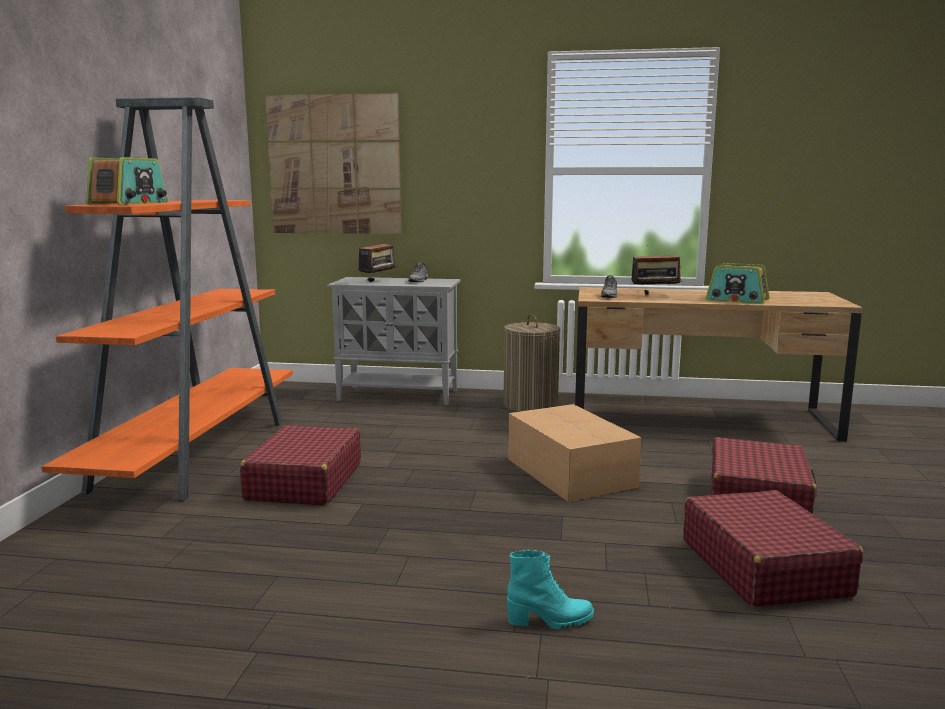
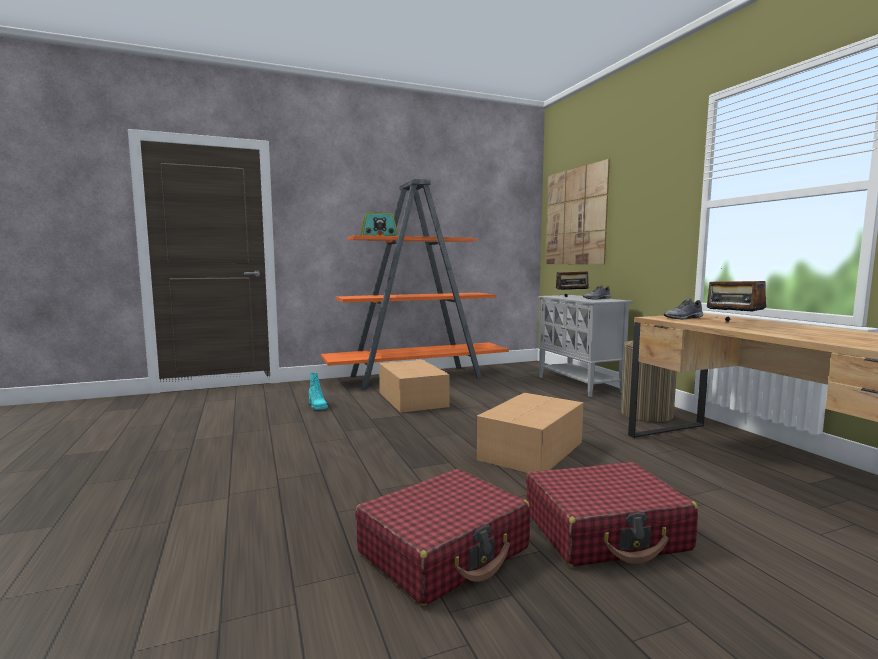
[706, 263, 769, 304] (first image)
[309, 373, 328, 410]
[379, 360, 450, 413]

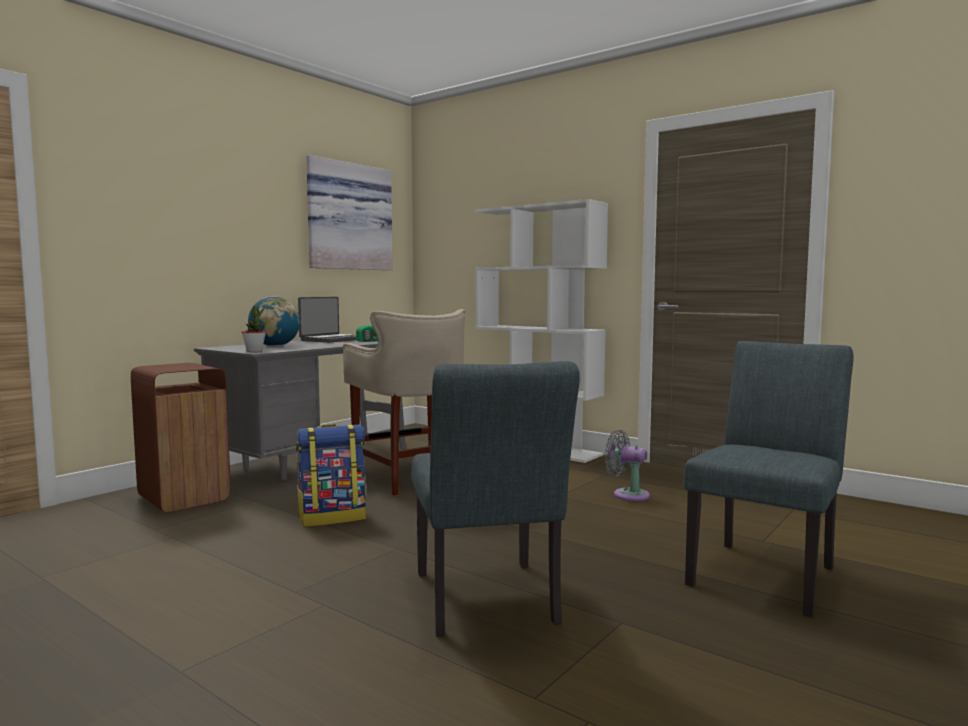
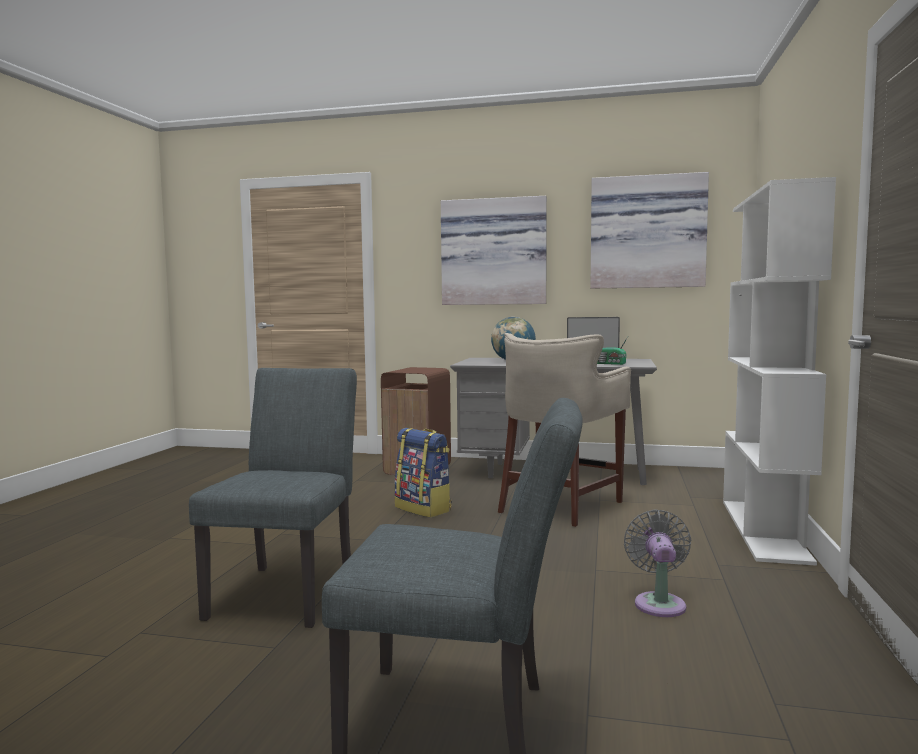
[242, 306, 266, 352] (first image)
[441, 196, 547, 305]
[189, 368, 357, 628]

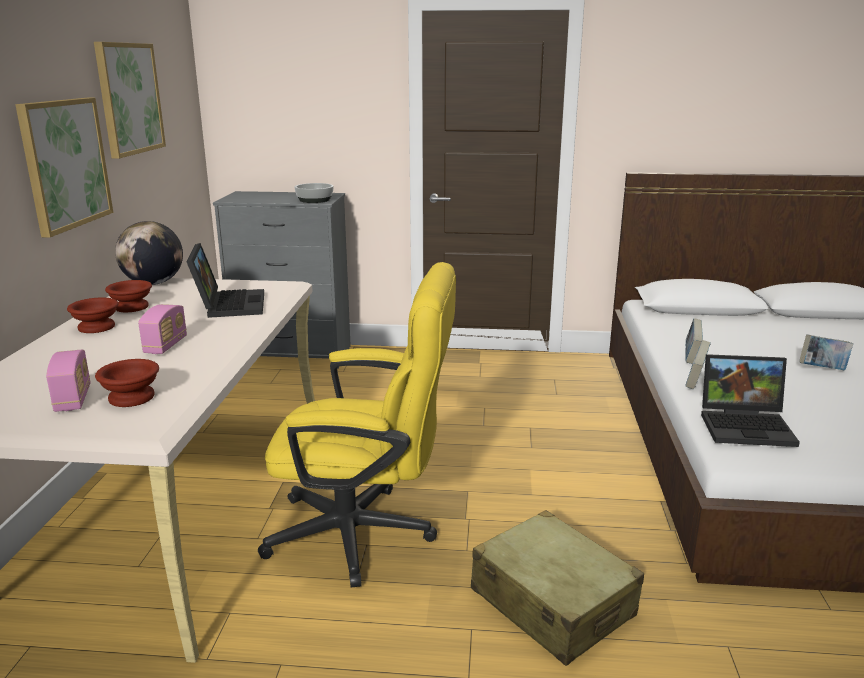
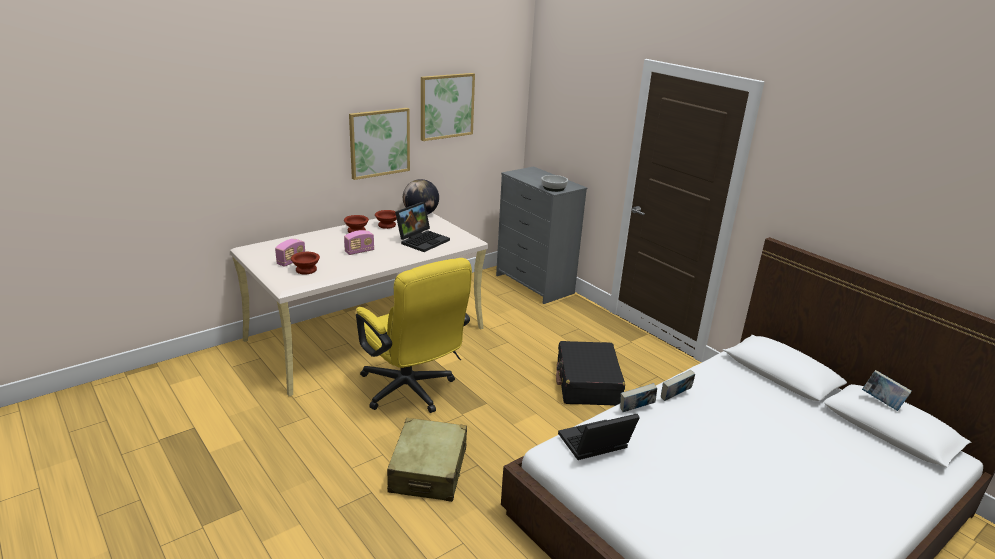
[556, 341, 625, 406]
[862, 370, 912, 411]
[558, 414, 640, 460]

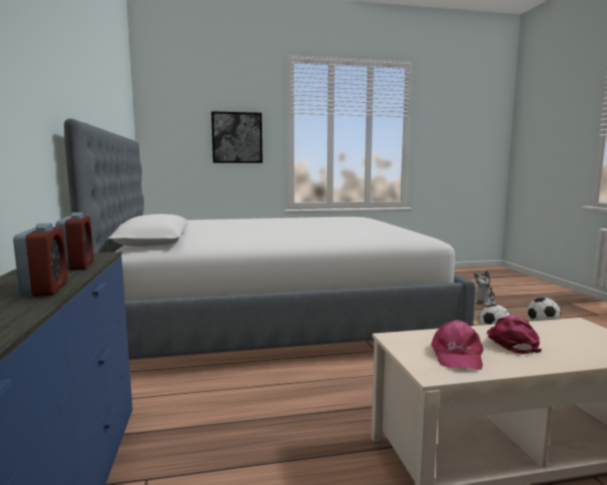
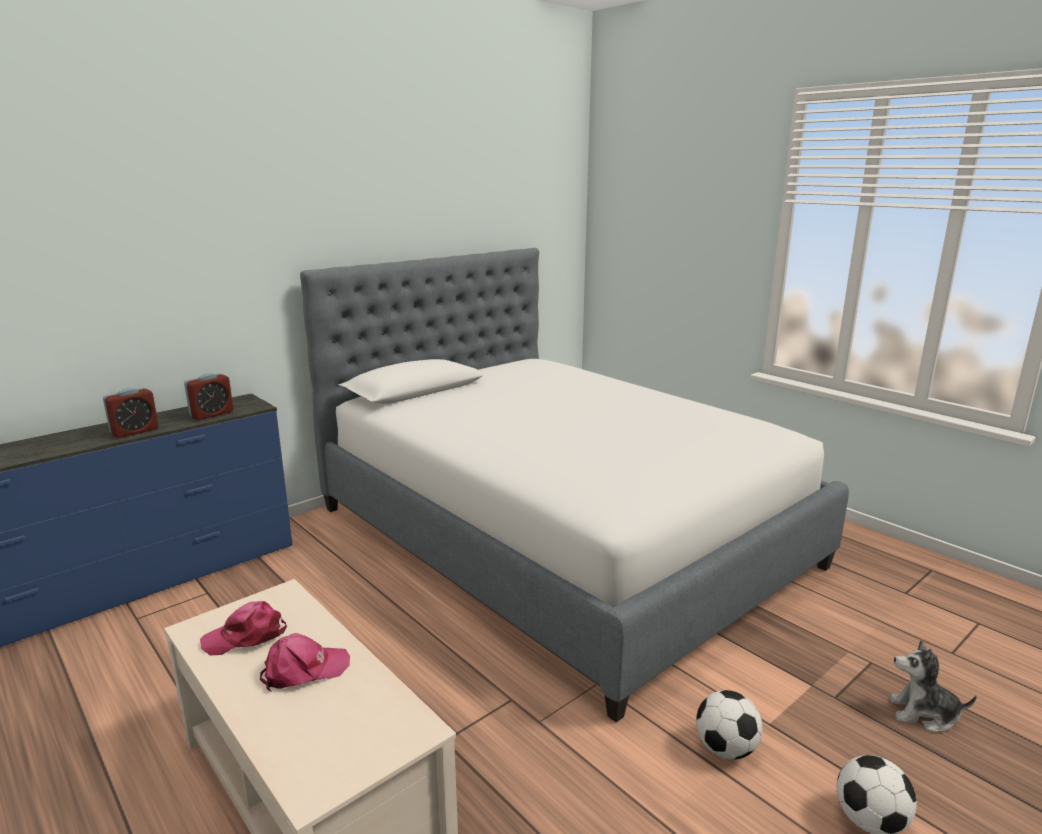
[211, 111, 263, 163] (first image)

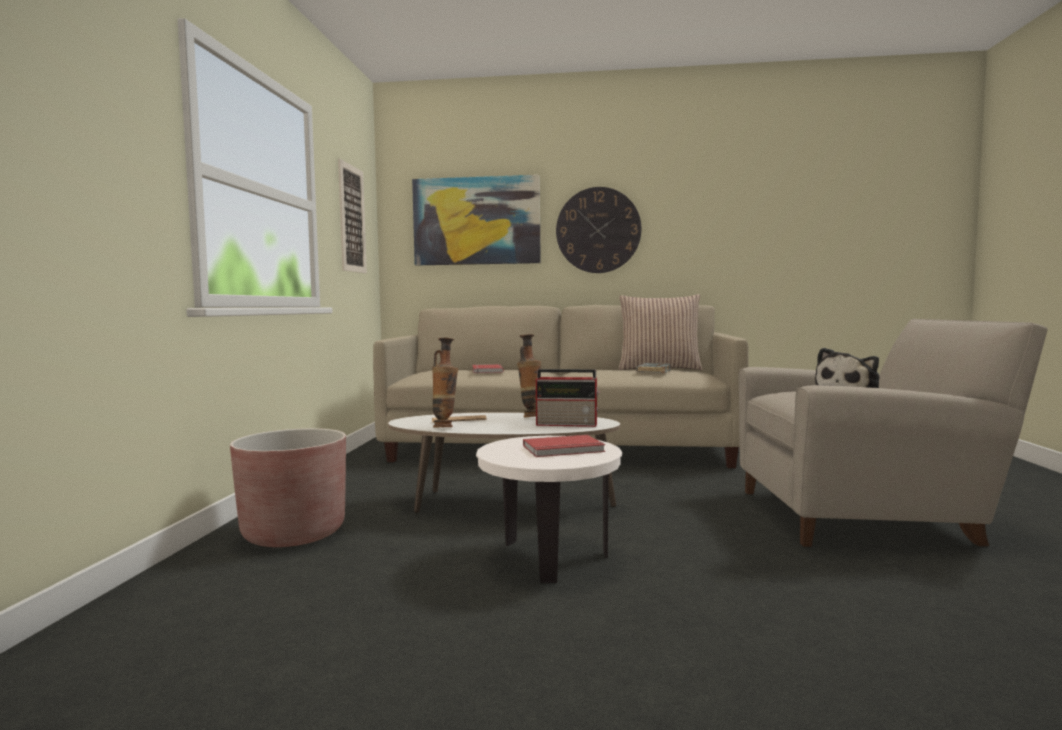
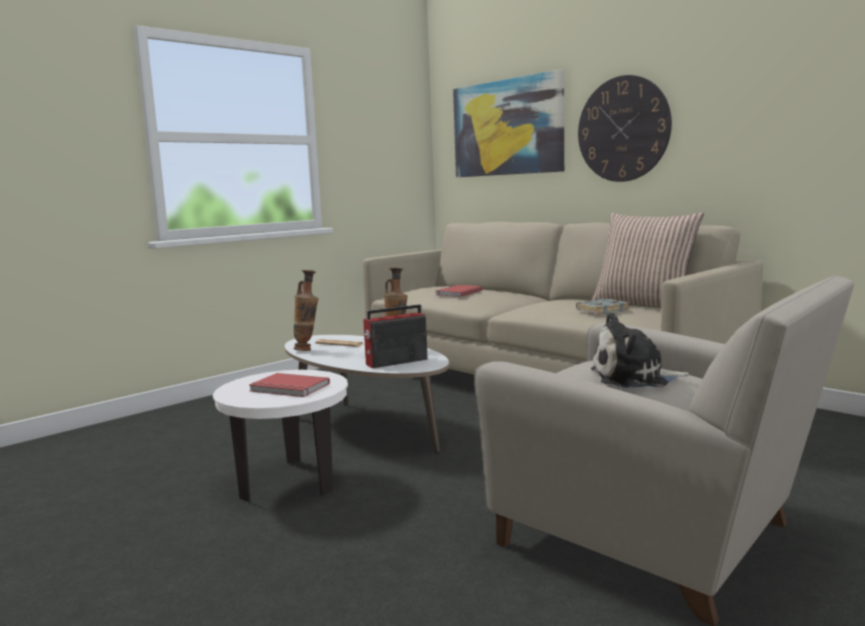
[230, 428, 346, 547] (first image)
[338, 159, 367, 273] (first image)
[363, 305, 428, 368]

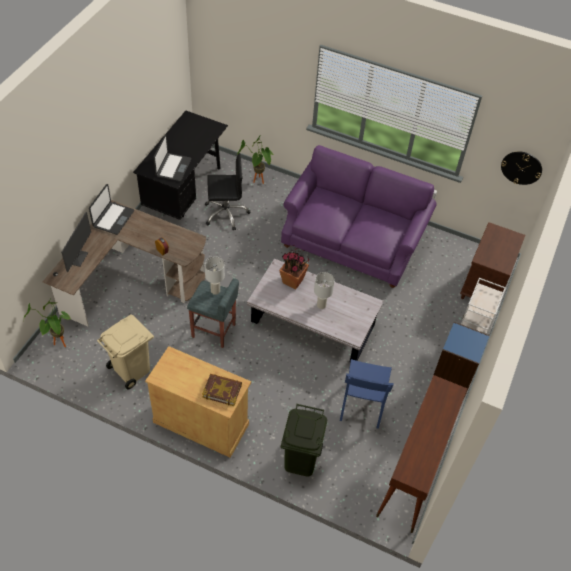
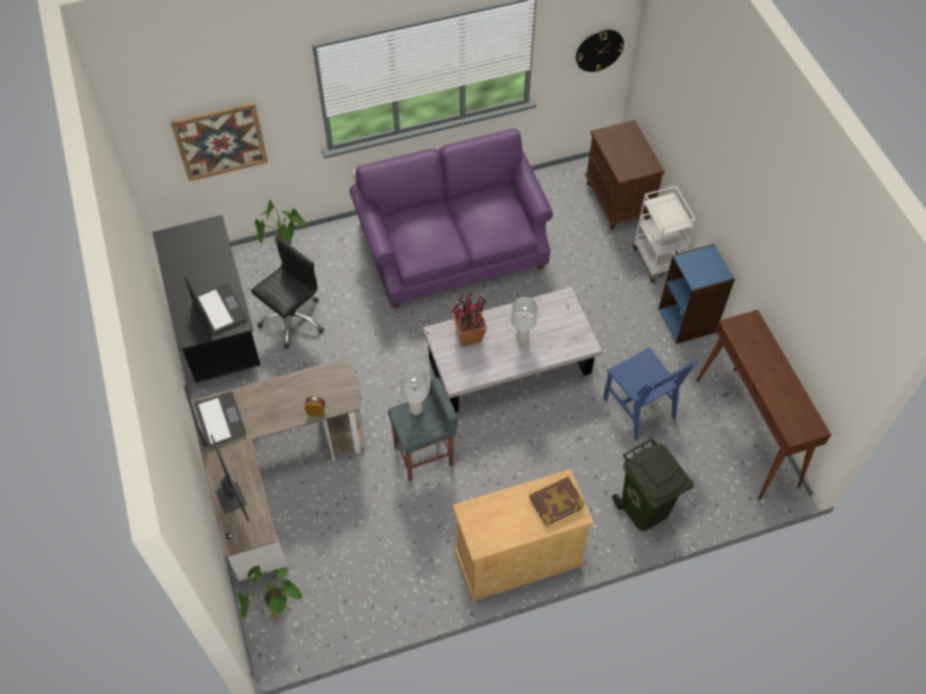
[97, 314, 154, 389] (first image)
[170, 102, 268, 181]

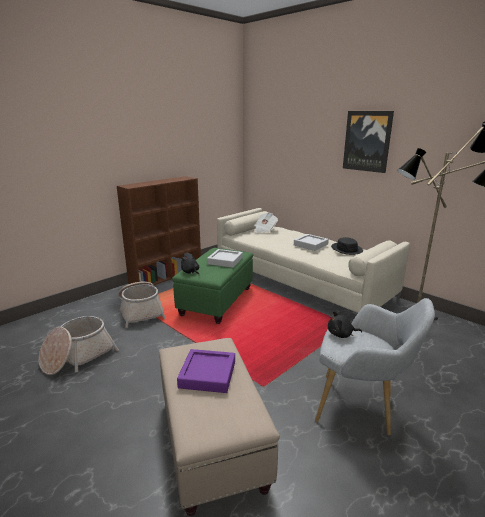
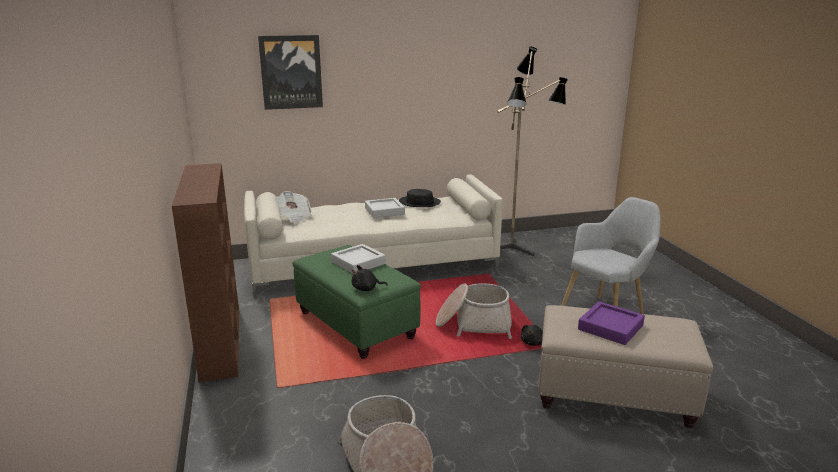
[436, 283, 512, 339]
[521, 325, 543, 346]
[258, 35, 323, 110]

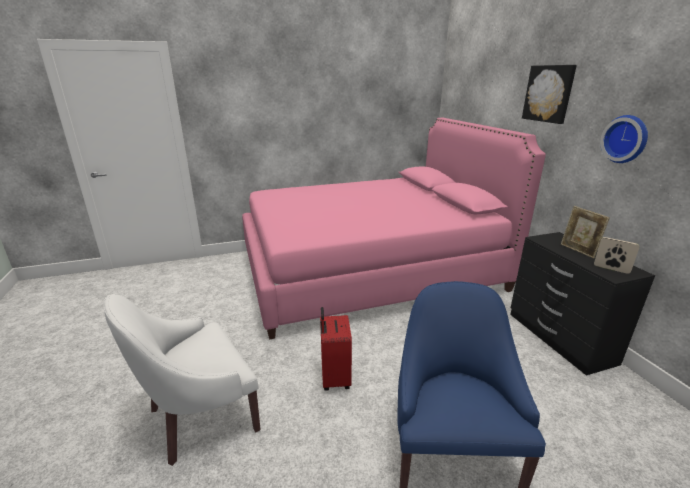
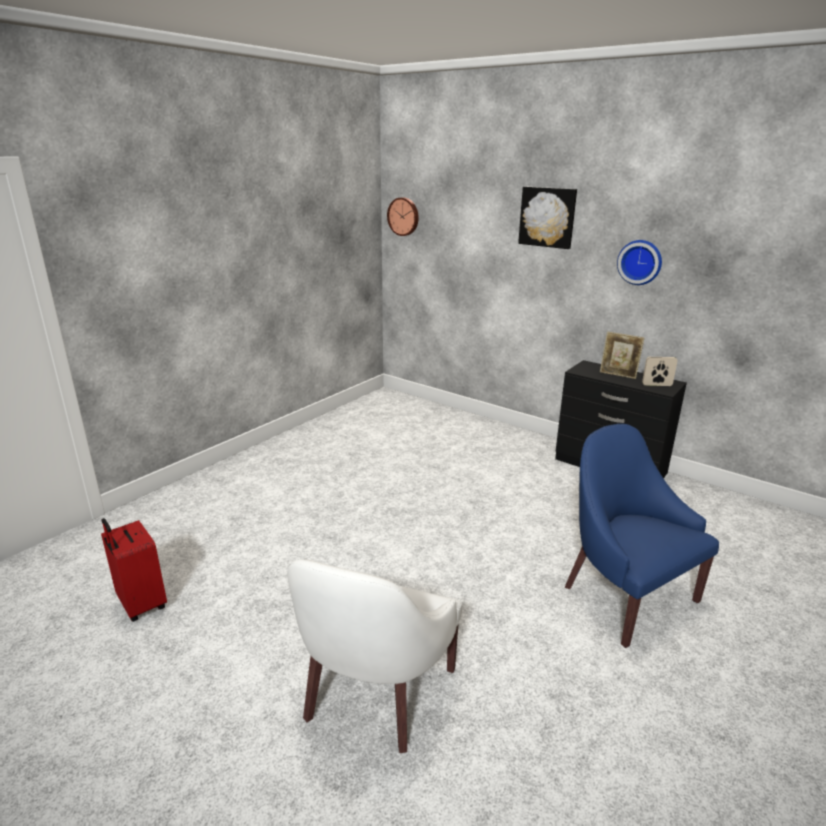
[242, 118, 546, 340] (first image)
[387, 197, 419, 236]
[101, 518, 167, 622]

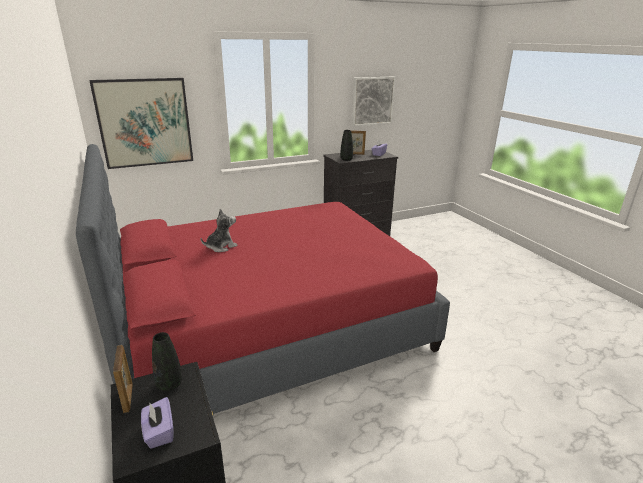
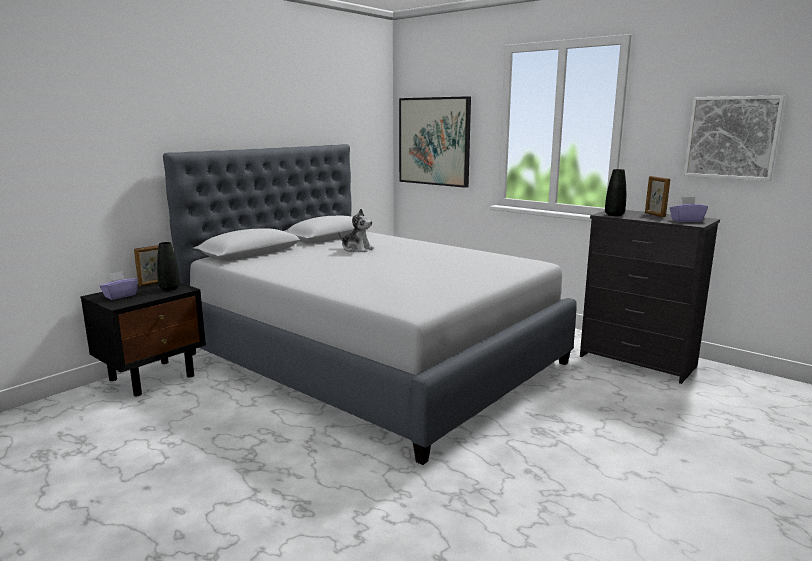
[163, 144, 577, 465]

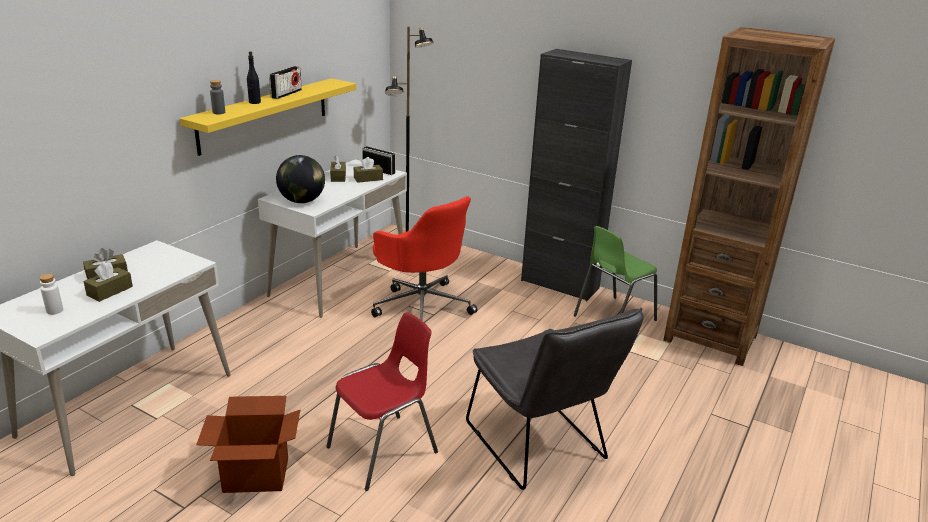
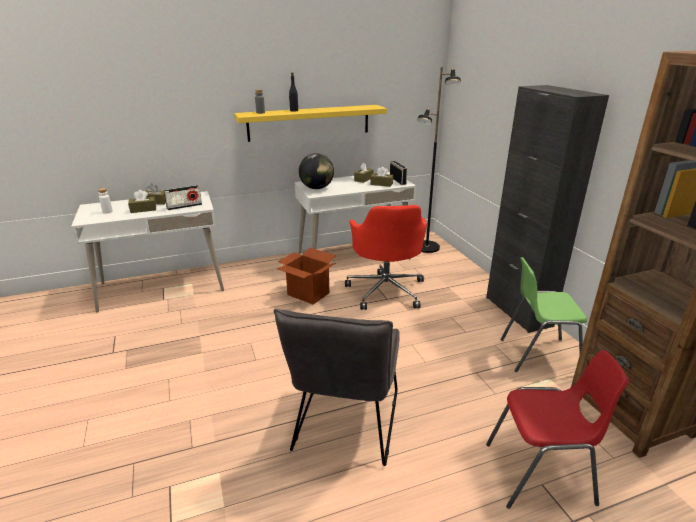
[277, 248, 336, 305]
[164, 185, 202, 210]
[486, 350, 629, 509]

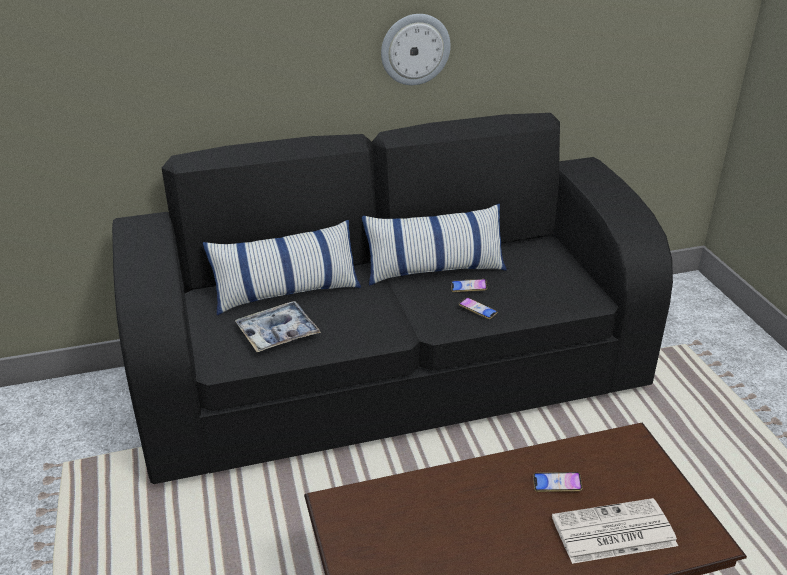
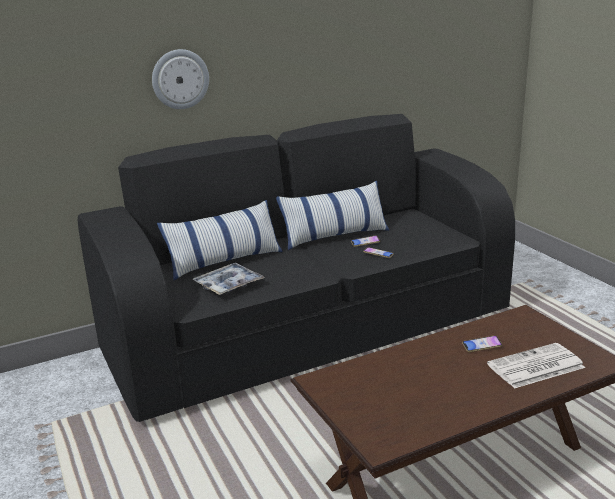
[152, 49, 209, 109]

